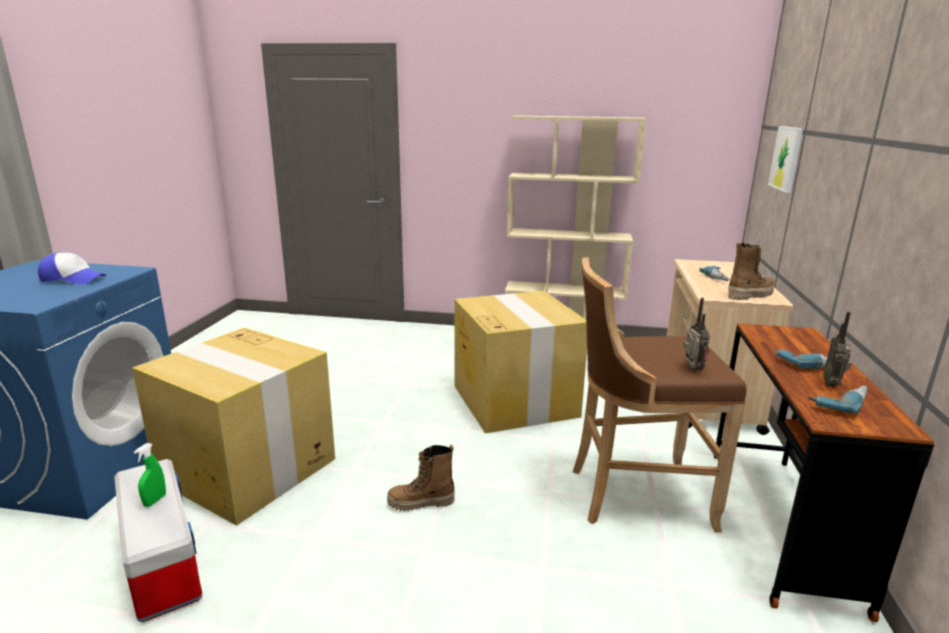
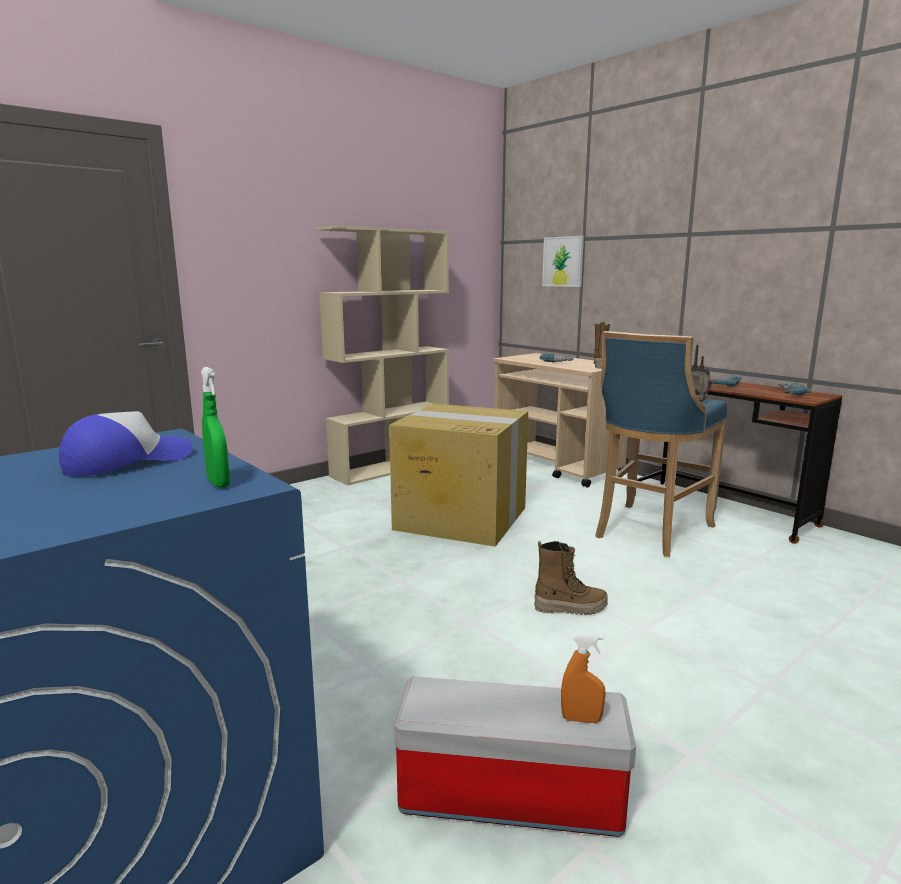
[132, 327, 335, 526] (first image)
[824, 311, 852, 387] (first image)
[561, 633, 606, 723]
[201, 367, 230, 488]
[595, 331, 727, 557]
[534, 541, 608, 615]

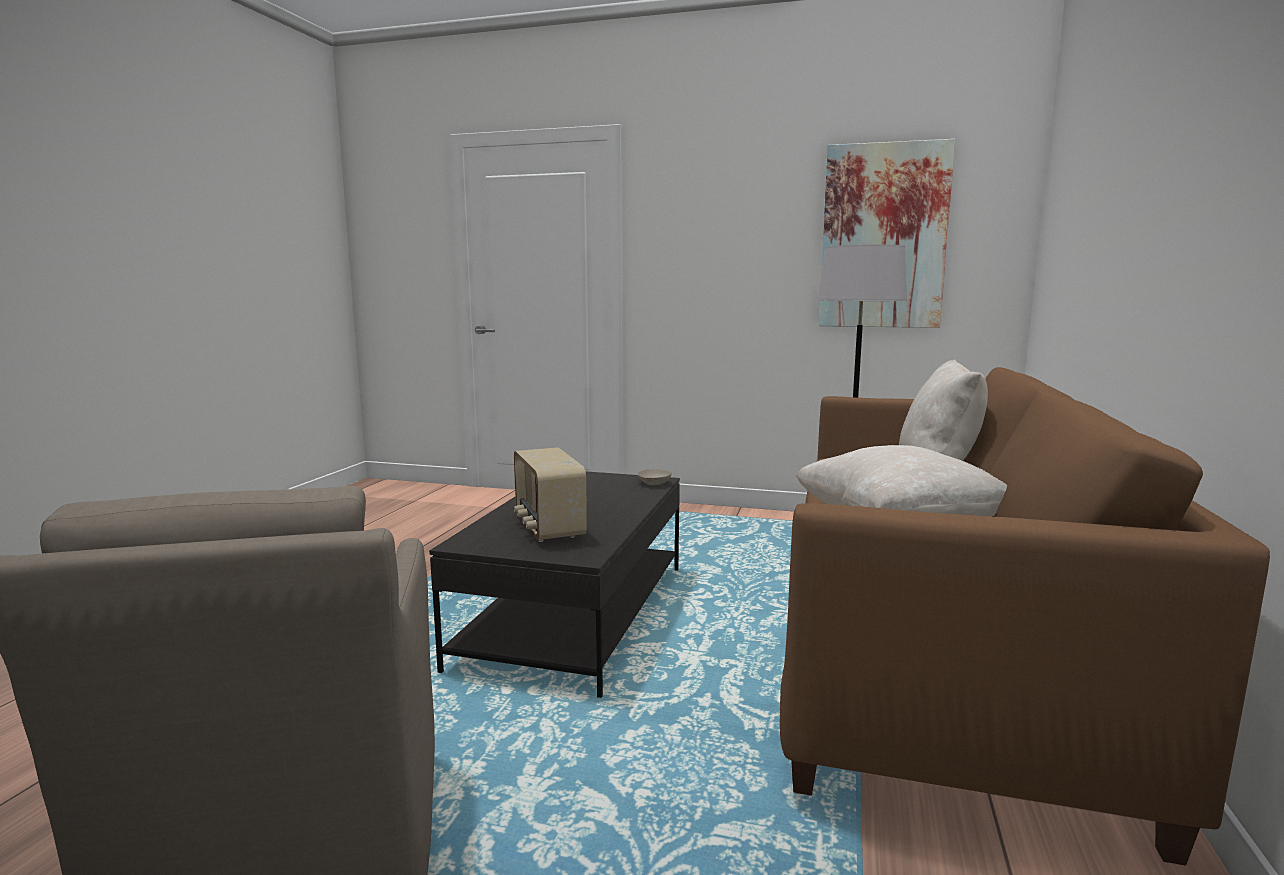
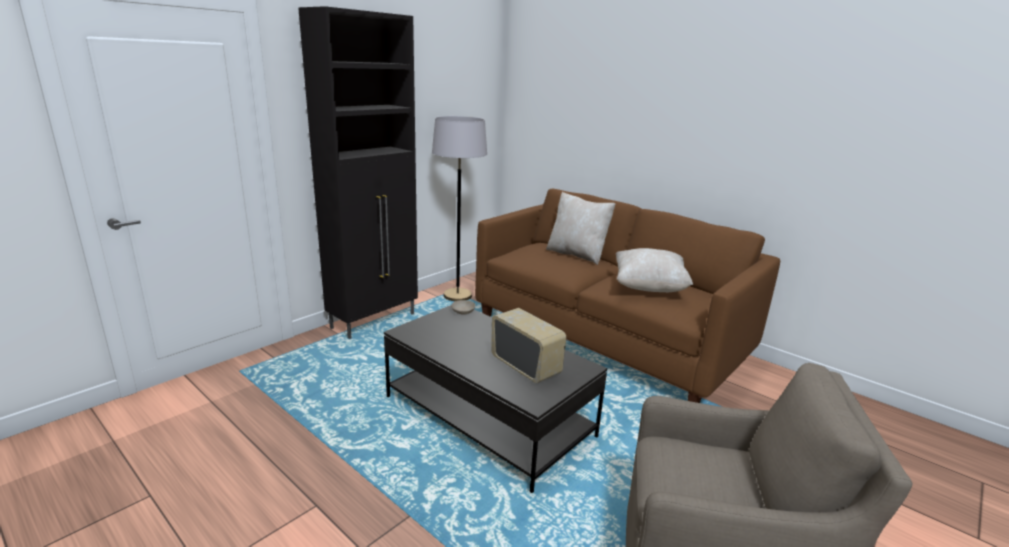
[819, 139, 955, 328] (first image)
[298, 6, 418, 339]
[491, 308, 566, 383]

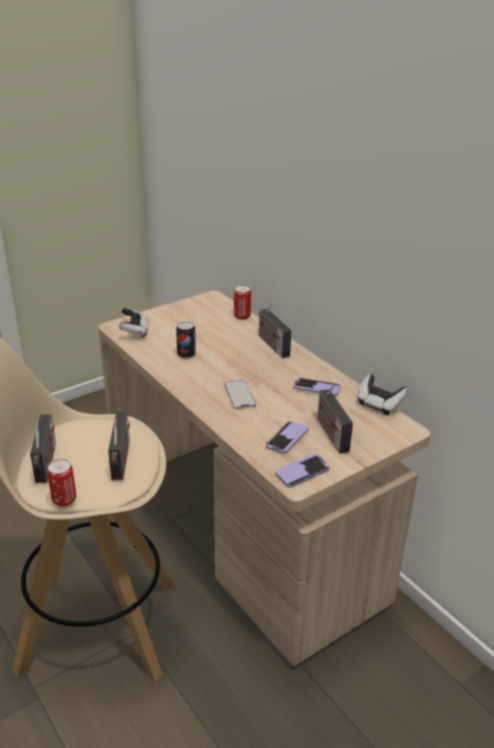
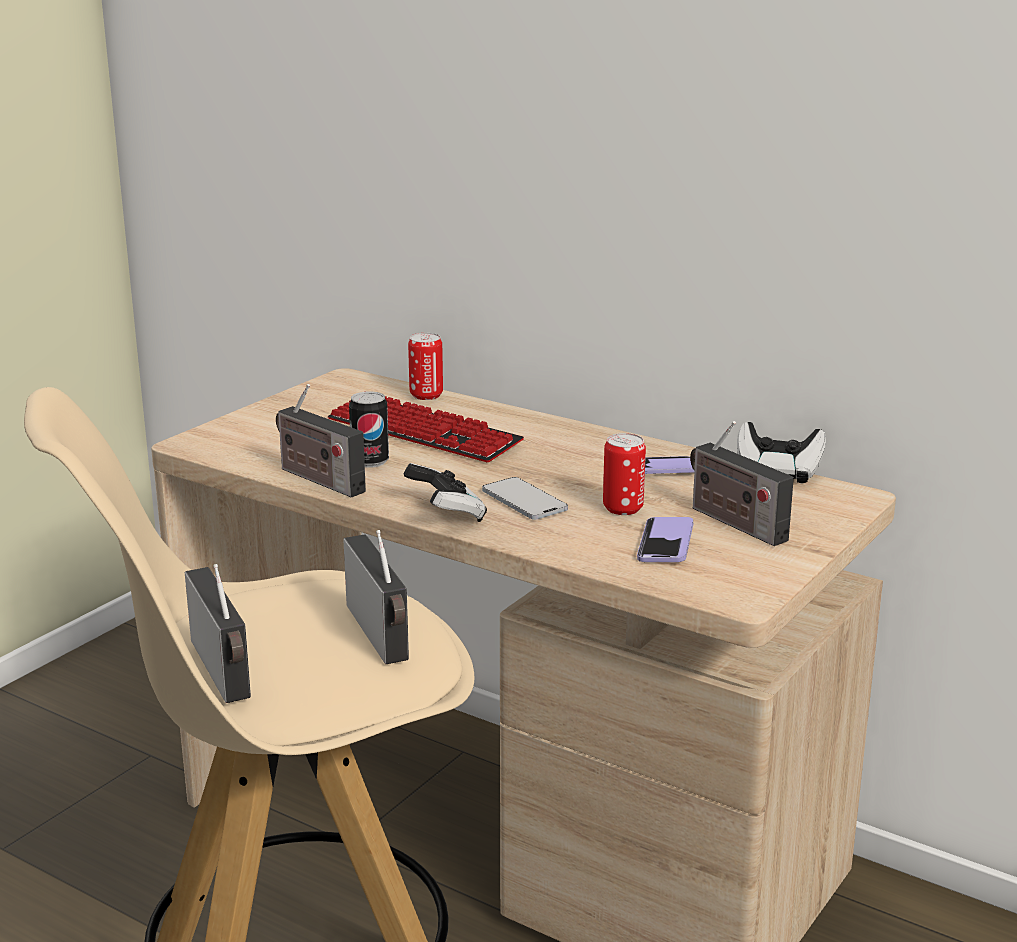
[275, 454, 330, 488] (first image)
[328, 391, 524, 462]
[603, 433, 646, 515]
[403, 463, 487, 522]
[276, 384, 366, 498]

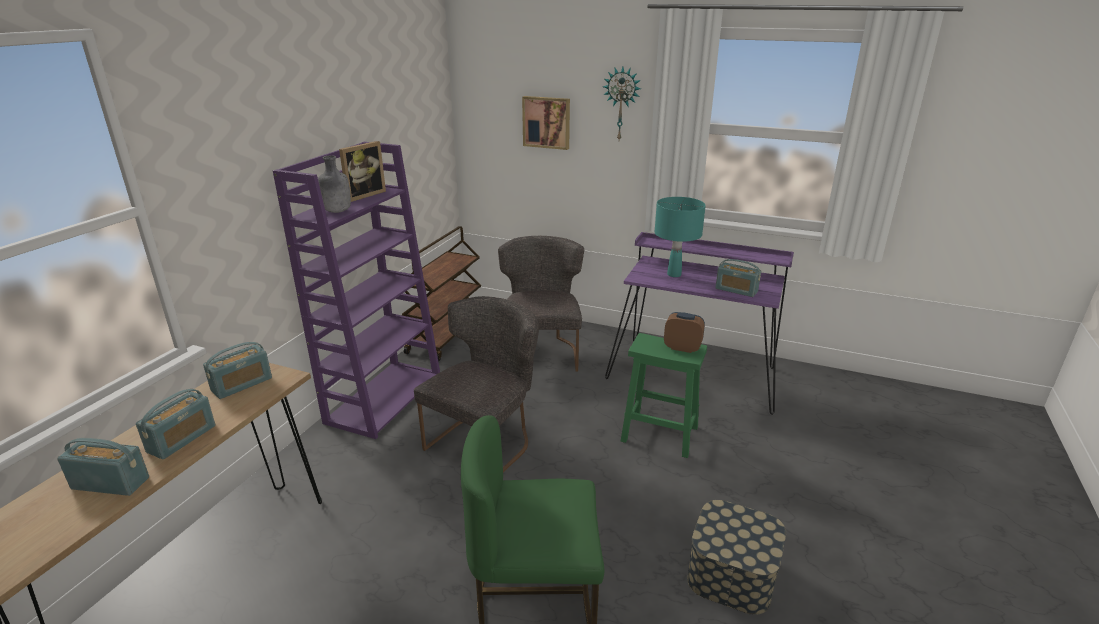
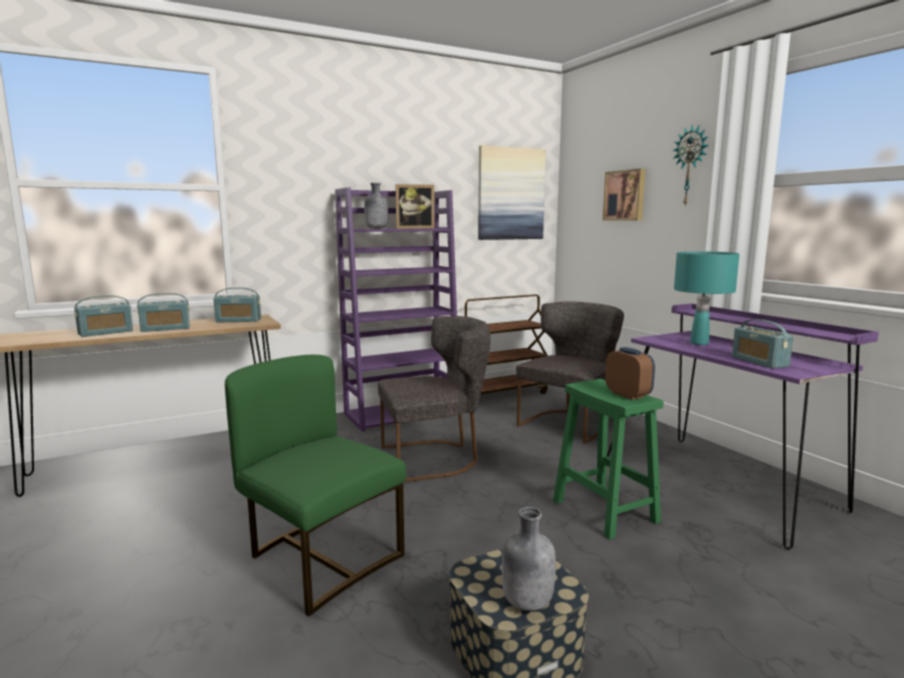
[478, 145, 546, 240]
[502, 507, 556, 611]
[74, 295, 133, 337]

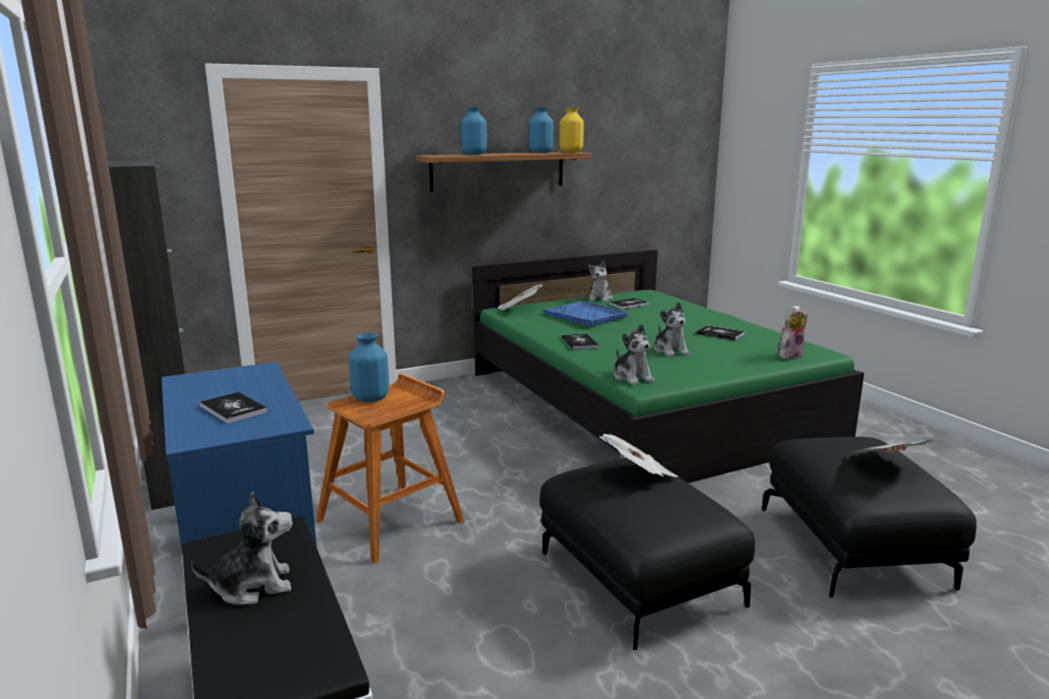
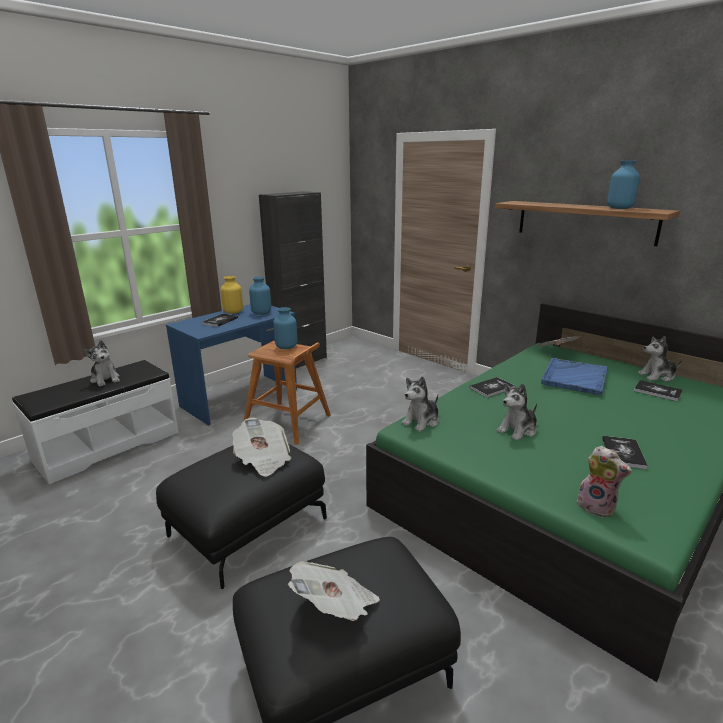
[249, 277, 271, 315]
[221, 276, 243, 314]

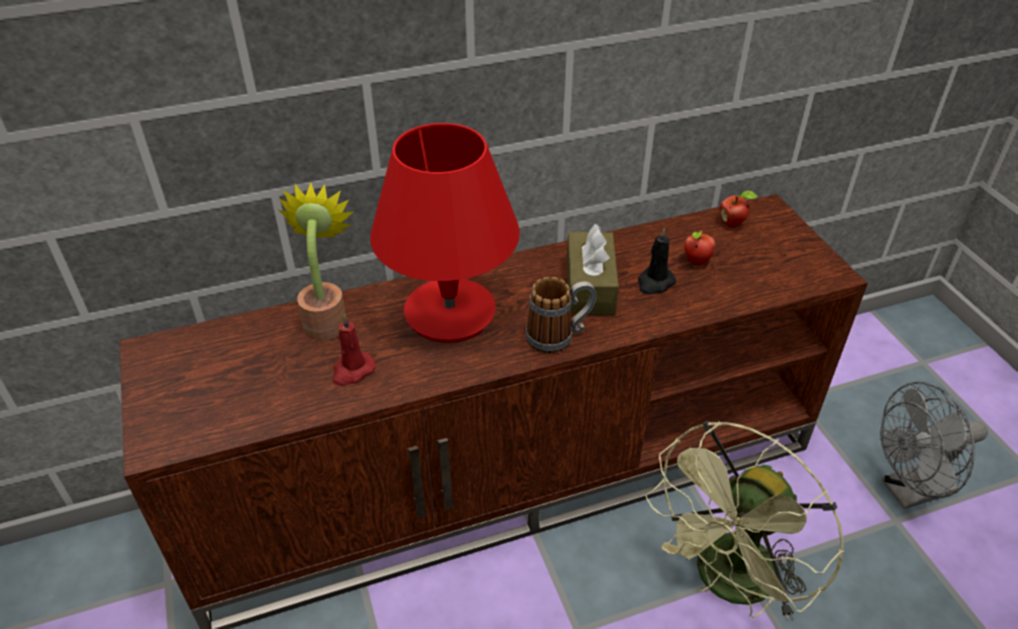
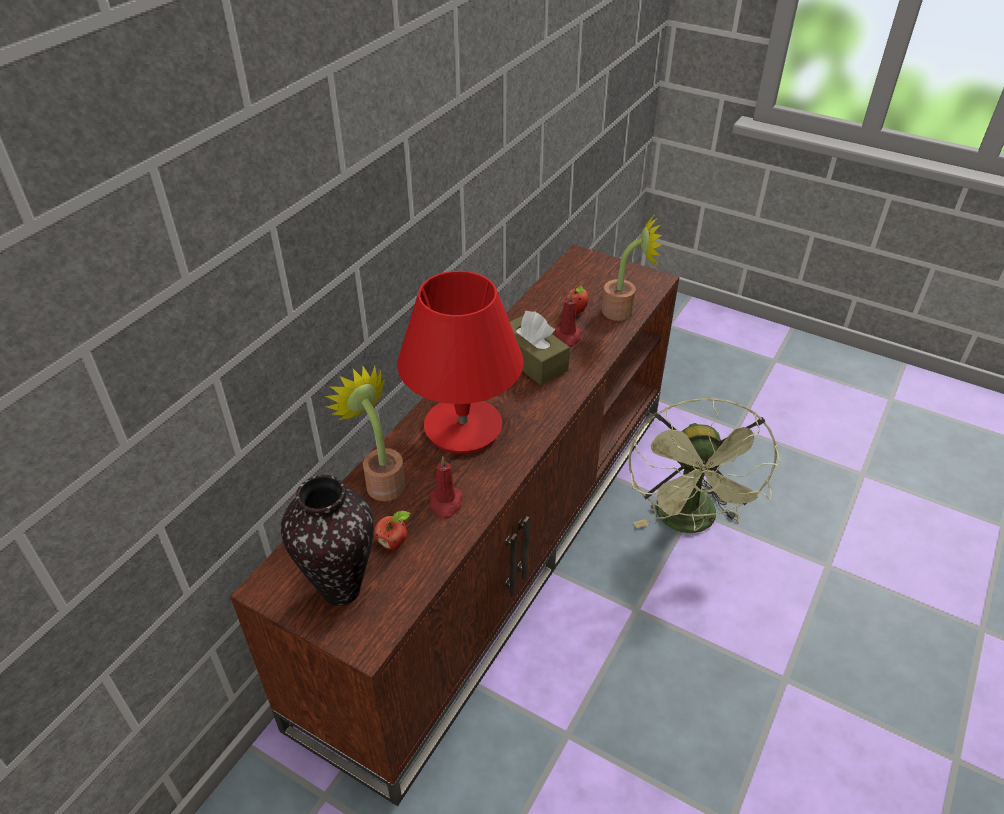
[525, 277, 597, 354] (first image)
[880, 381, 988, 509] (first image)
[281, 475, 374, 606]
[602, 216, 662, 321]
[374, 511, 410, 550]
[554, 292, 581, 347]

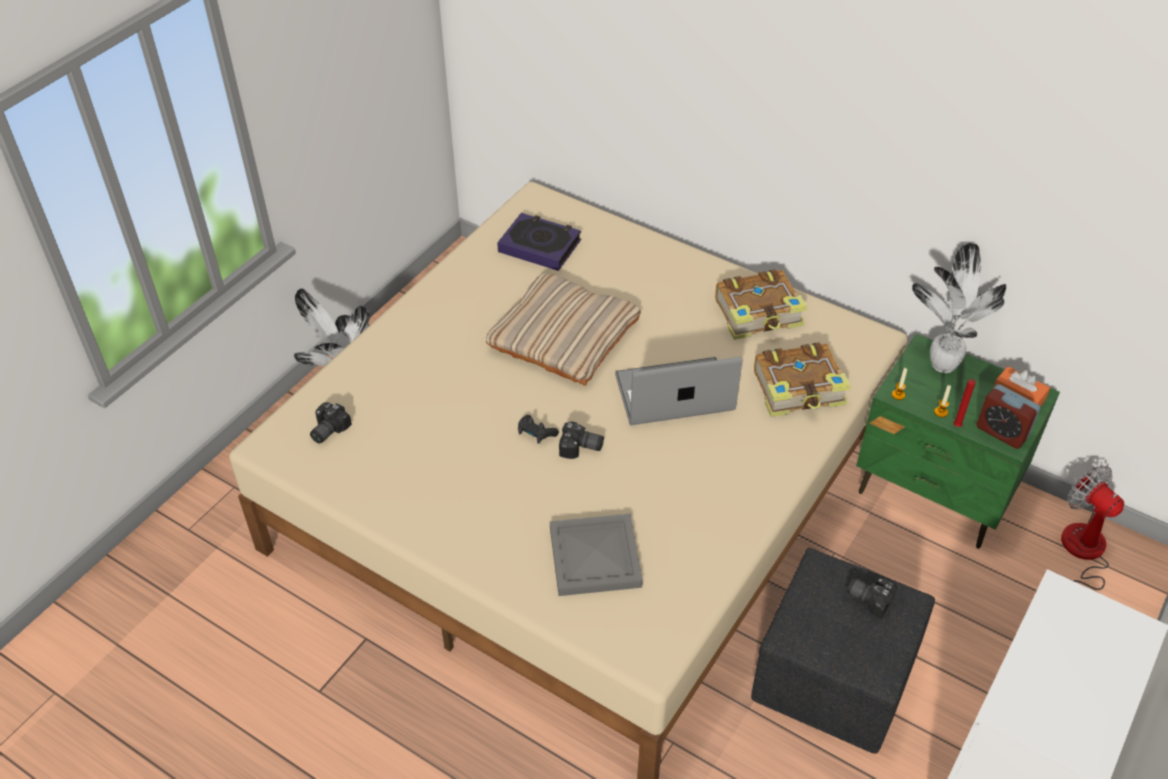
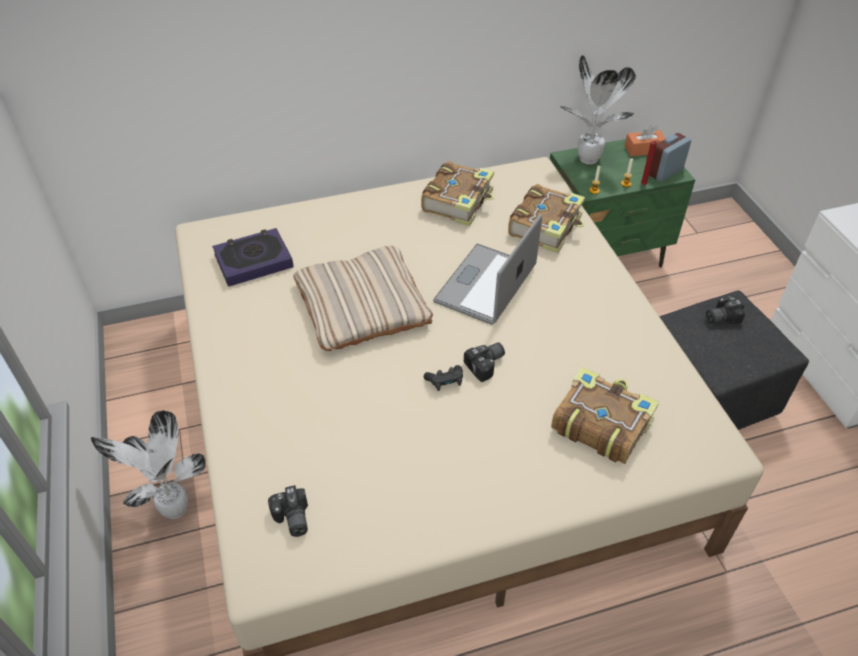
[1061, 466, 1124, 590] (first image)
[551, 367, 659, 464]
[649, 133, 691, 182]

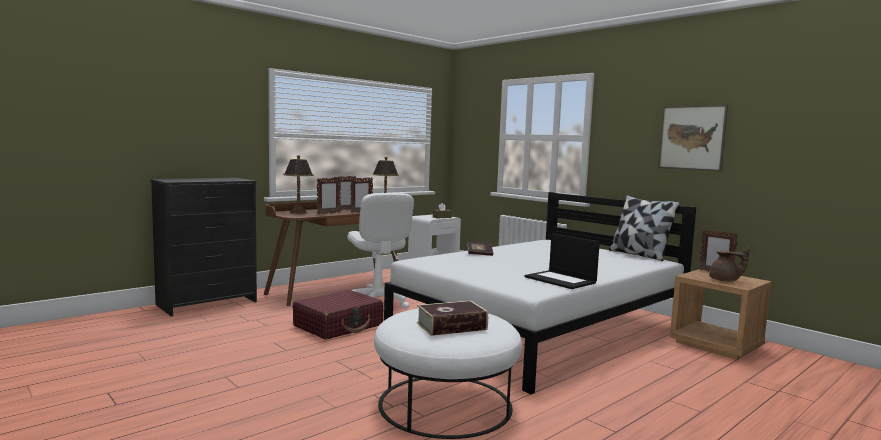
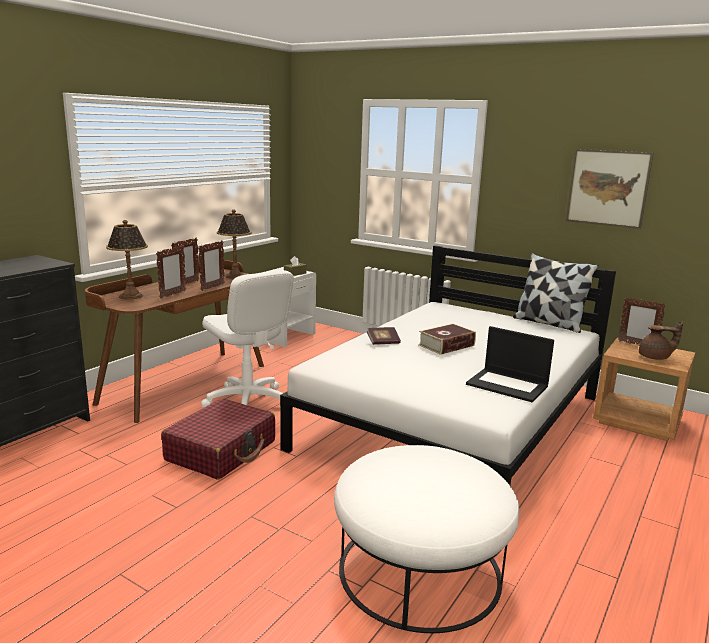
[418, 323, 476, 355]

